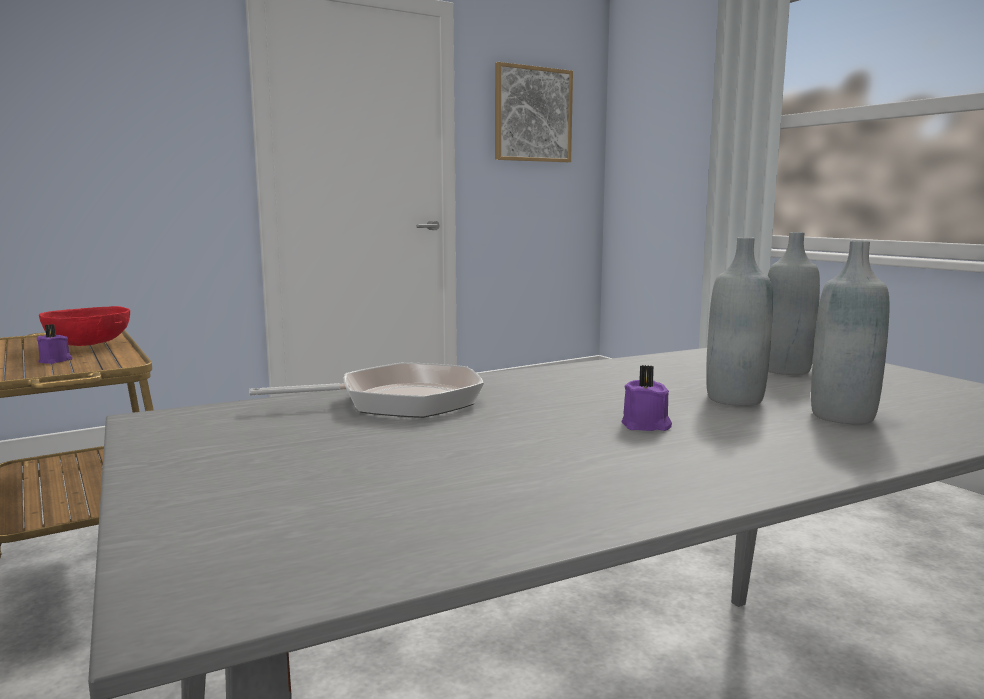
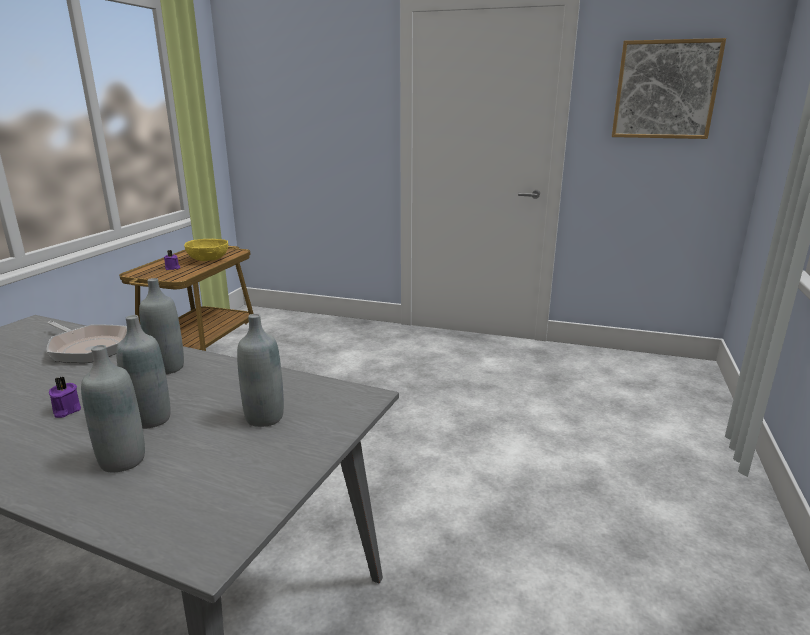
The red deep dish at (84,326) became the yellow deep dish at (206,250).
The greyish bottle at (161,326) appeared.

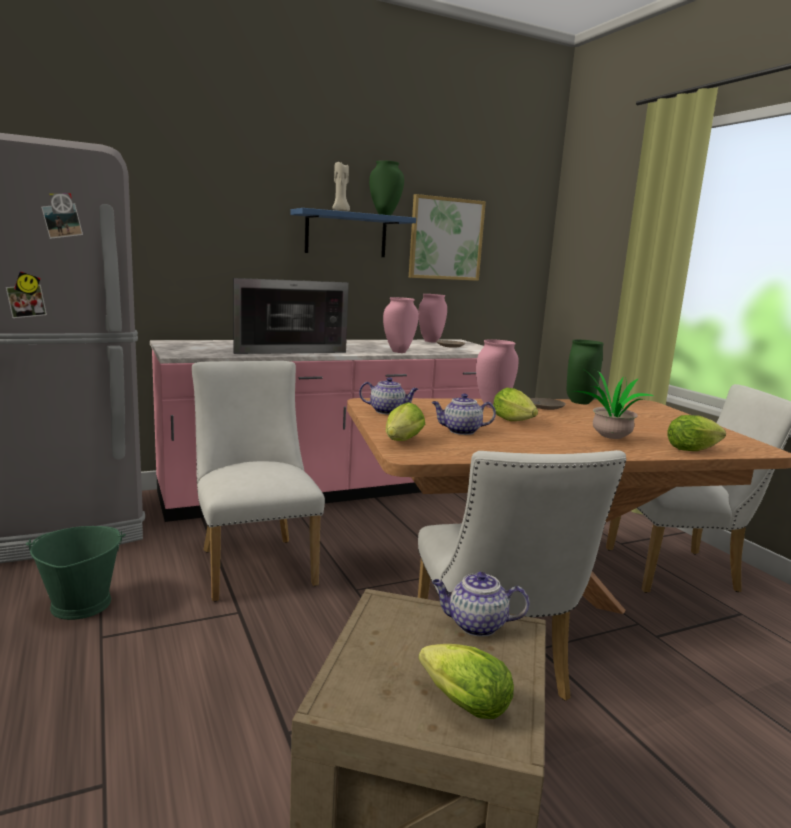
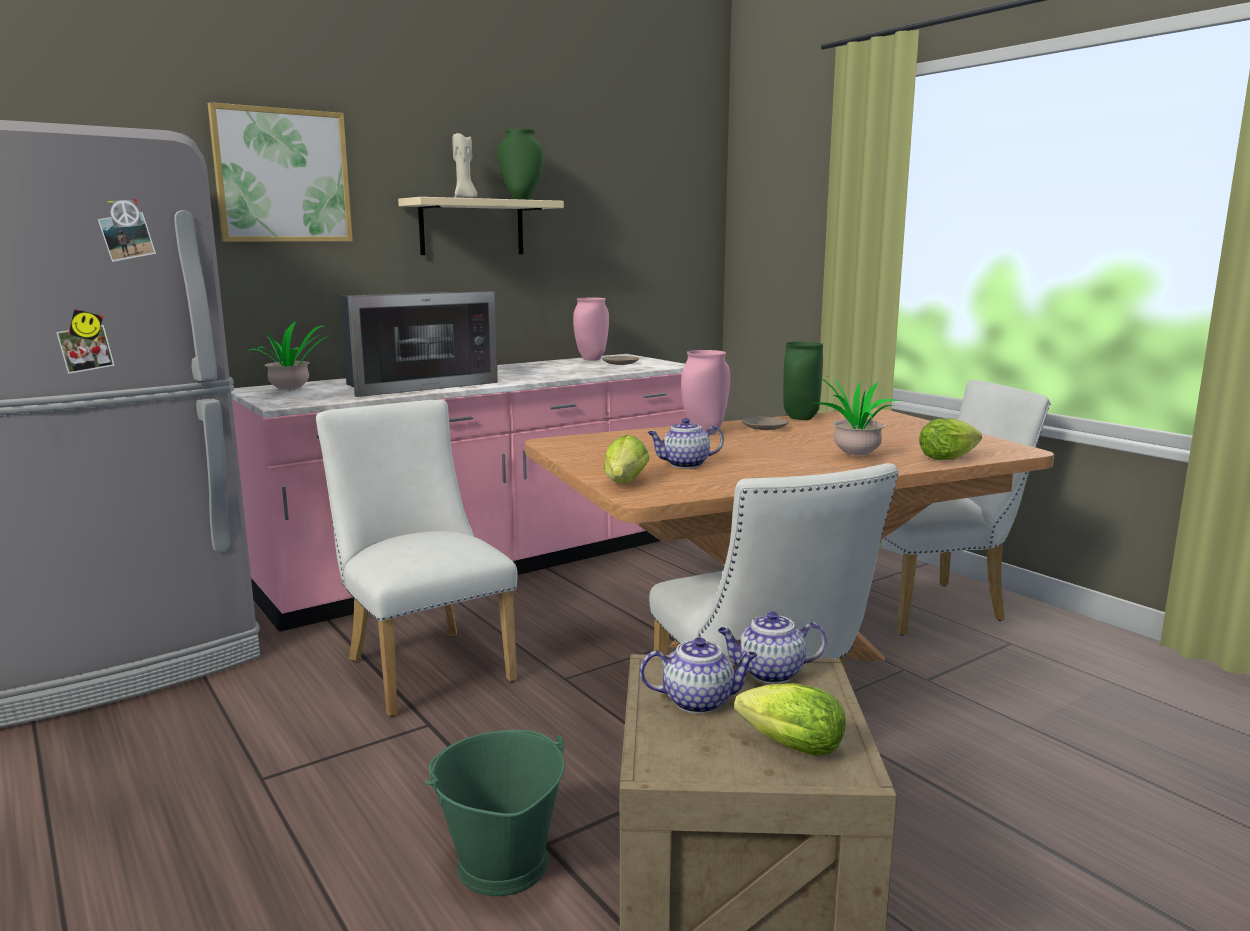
The picture moved from (447,237) to (280,172).
The bluish shelf at (353,232) became the sand-coloured shelf at (481,226).
The pink-coloured flower vase at (401,325) disappeared.
The teapot moved from (388,396) to (699,675).
The lettuce head at (515,404) disappeared.
The green-coloured bucket moved from (76,573) to (495,813).
The houseplant at (288,355) appeared.

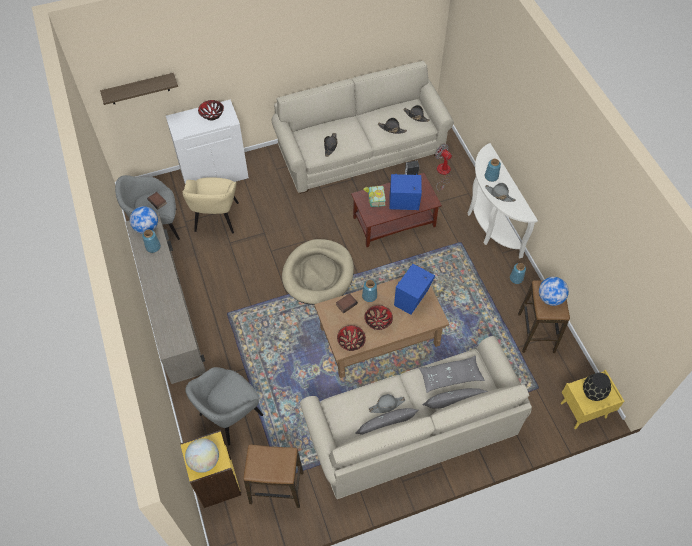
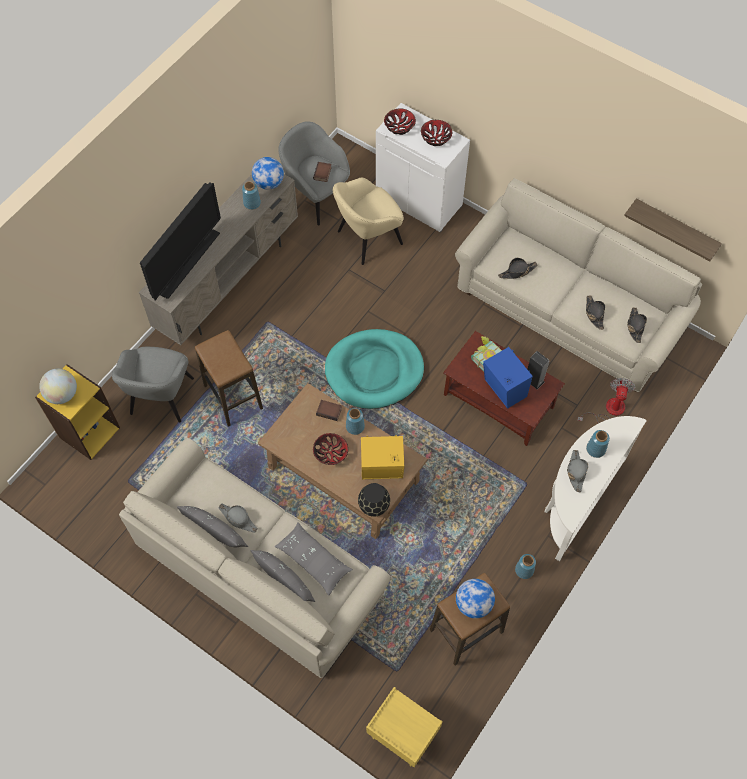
The shelf moved from (139,89) to (673,230).
The sand-coloured pet bed at (318,272) became the turquoise-coloured pet bed at (374,369).
The bluish loudspeaker at (414,289) became the yellow loudspeaker at (382,457).
The deep dish moved from (351,338) to (400,121).
The greyish lounge chair at (224,406) turned 90 degrees counterclockwise.
The blackish flower vase moved from (597,387) to (374,500).
The sitting stool moved from (273,476) to (229,378).
The TV set at (180,241) appeared.

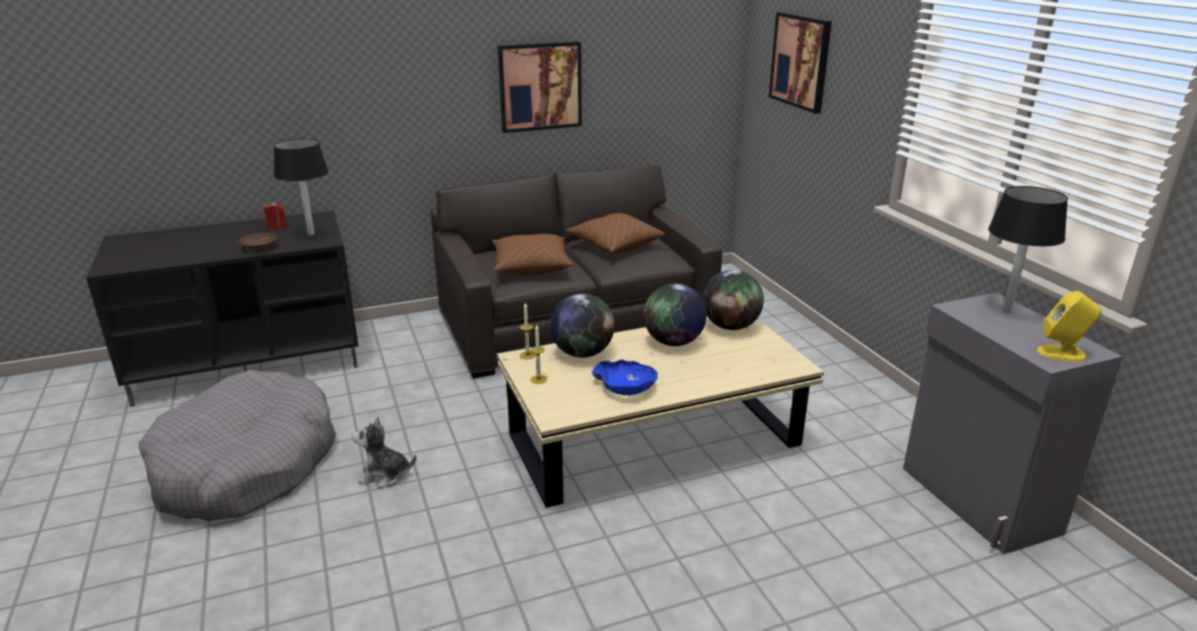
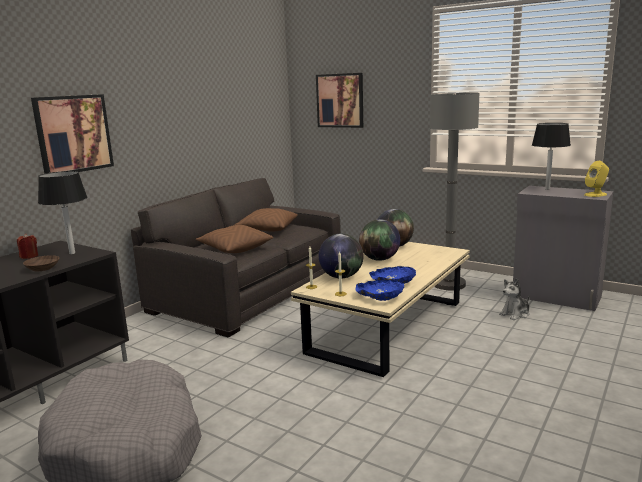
The picture moved from (539,87) to (72,134).
The soft toy moved from (384,452) to (514,299).
The greyish standard lamp at (454,191) appeared.
The bluish deep dish at (379,290) appeared.

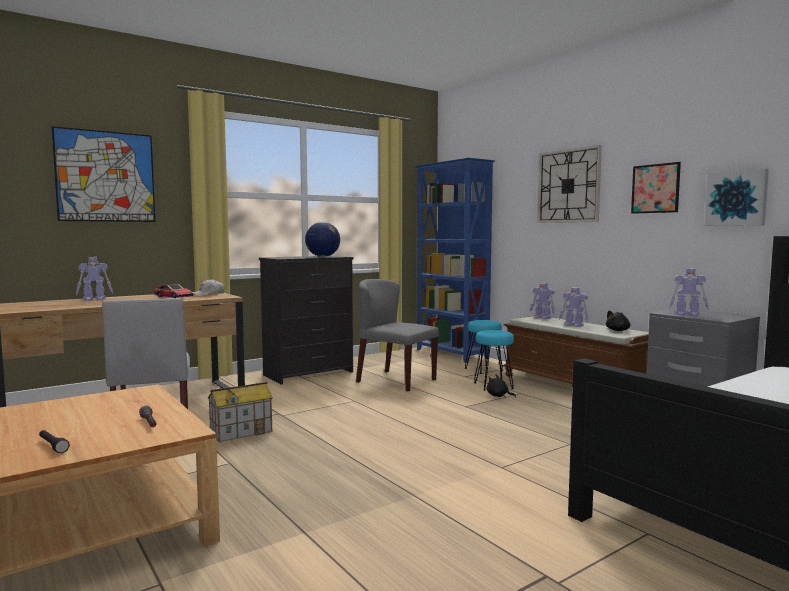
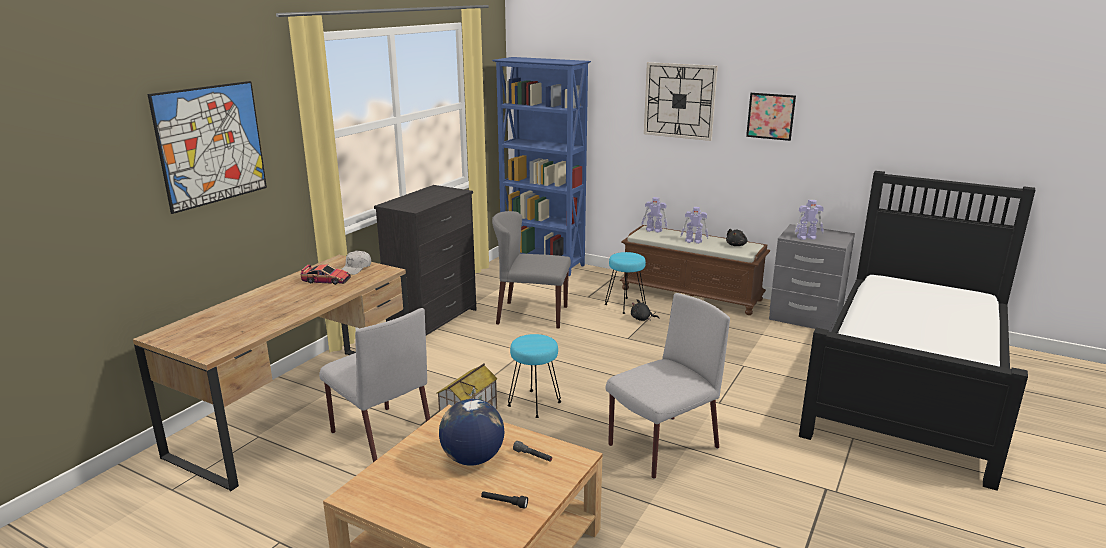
The picture at (737,197) disappeared.
The globe moved from (322,239) to (471,432).
The robot figure at (94,279) disappeared.
The turquoise-coloured sitting stool moved from (484,347) to (534,376).
The greyish chair at (668,386) appeared.

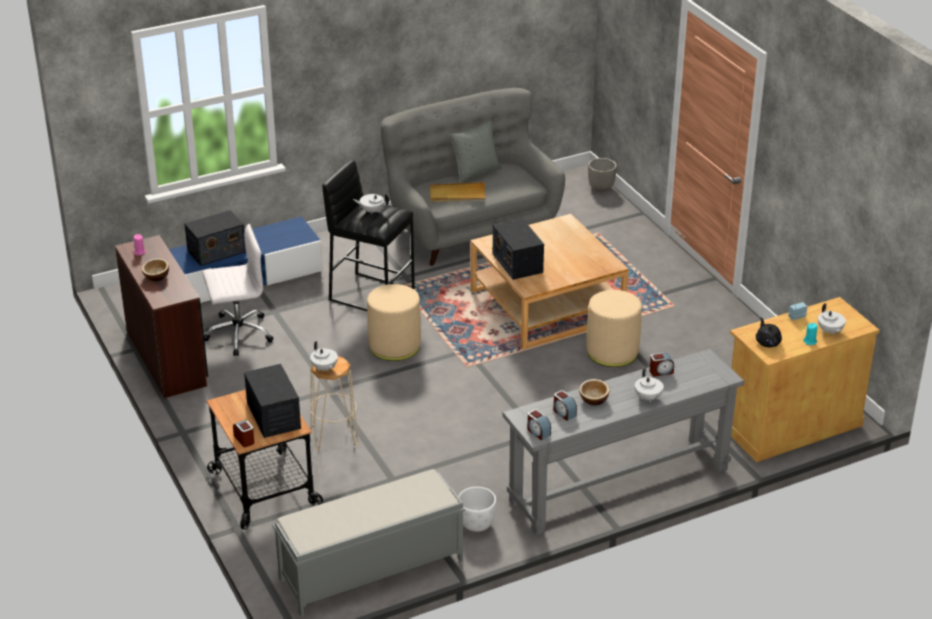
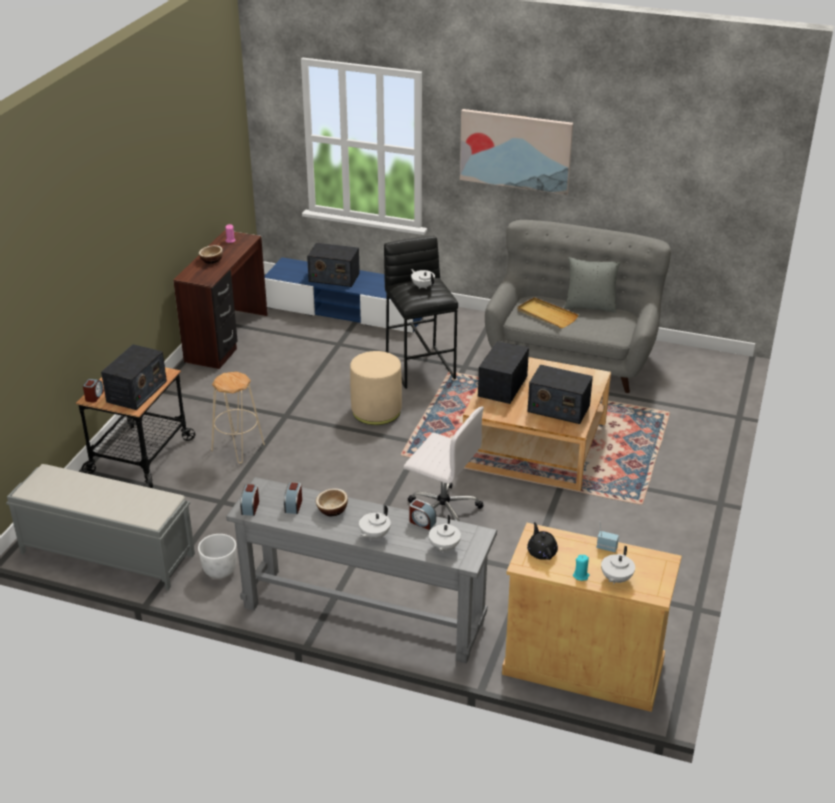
The planter at (602,174) disappeared.
The white computer chair moved from (237,290) to (443,463).
The sand-coloured pouffe at (614,328) disappeared.
The blackish teapot at (769,332) turned 45 degrees counterclockwise.
The white teapot moved from (324,356) to (445,534).
The picture at (516,152) appeared.
The radio set at (560,394) appeared.

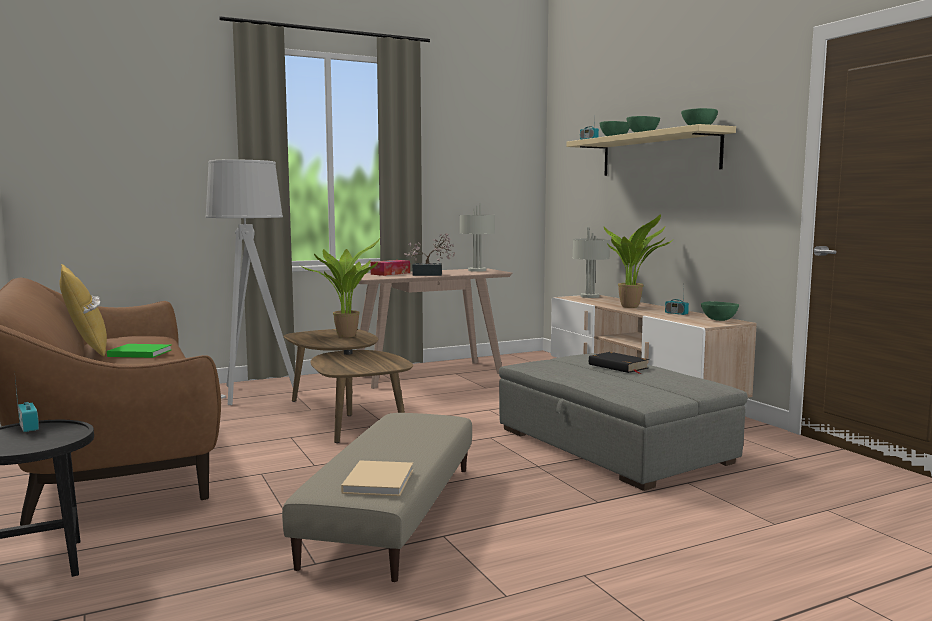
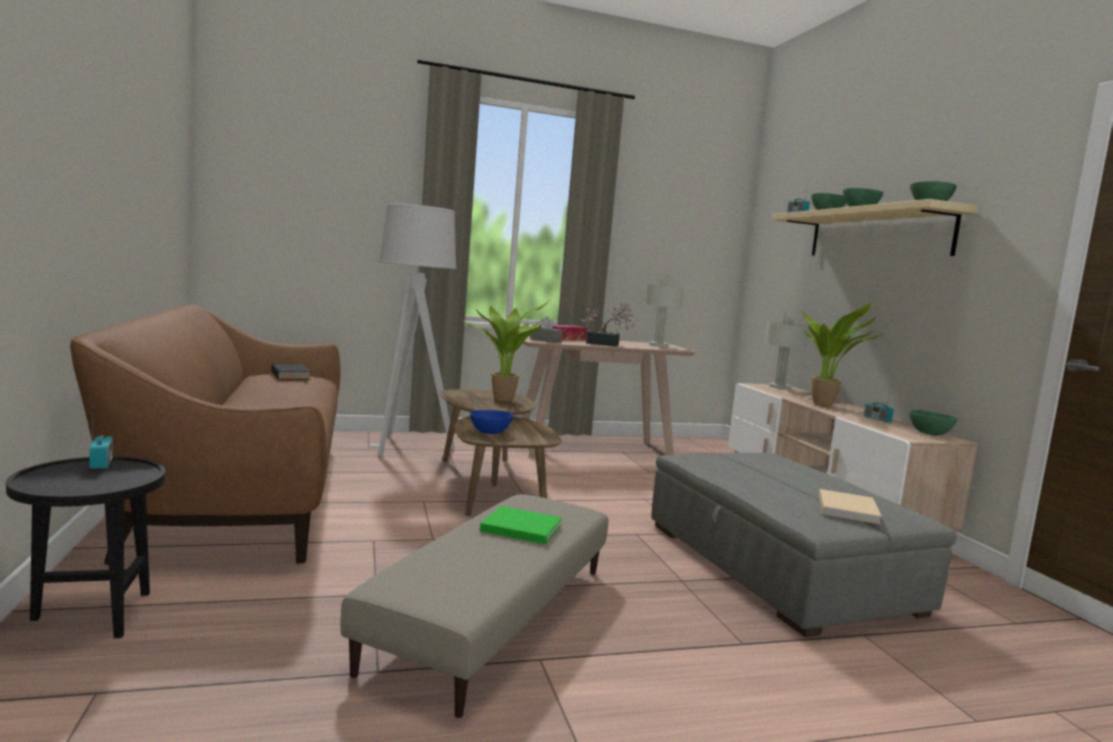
The yellow pillow at (83,310) disappeared.
The green-coloured volume moved from (139,351) to (521,525).
The blackish volume moved from (619,363) to (291,373).
The sand-coloured volume moved from (377,478) to (850,506).
The greyish tissue holder at (546,329) appeared.
The bluish deep dish at (491,422) appeared.

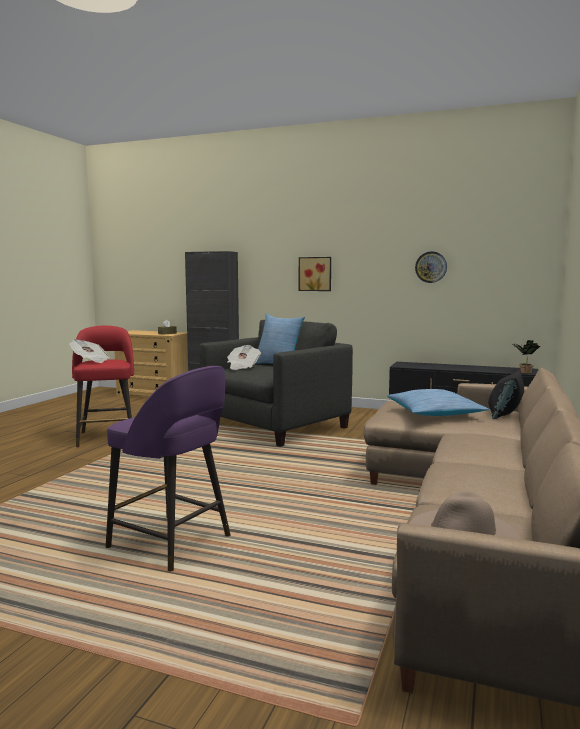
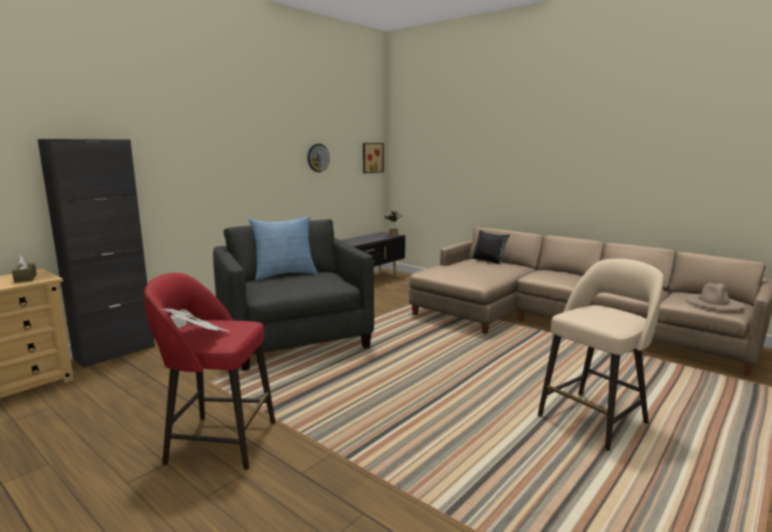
The picture moved from (315,274) to (373,158).
The newspaper at (244,357) disappeared.
The purple sitting stool at (168,469) became the sand-coloured sitting stool at (601,355).
The pillow at (438,402) disappeared.

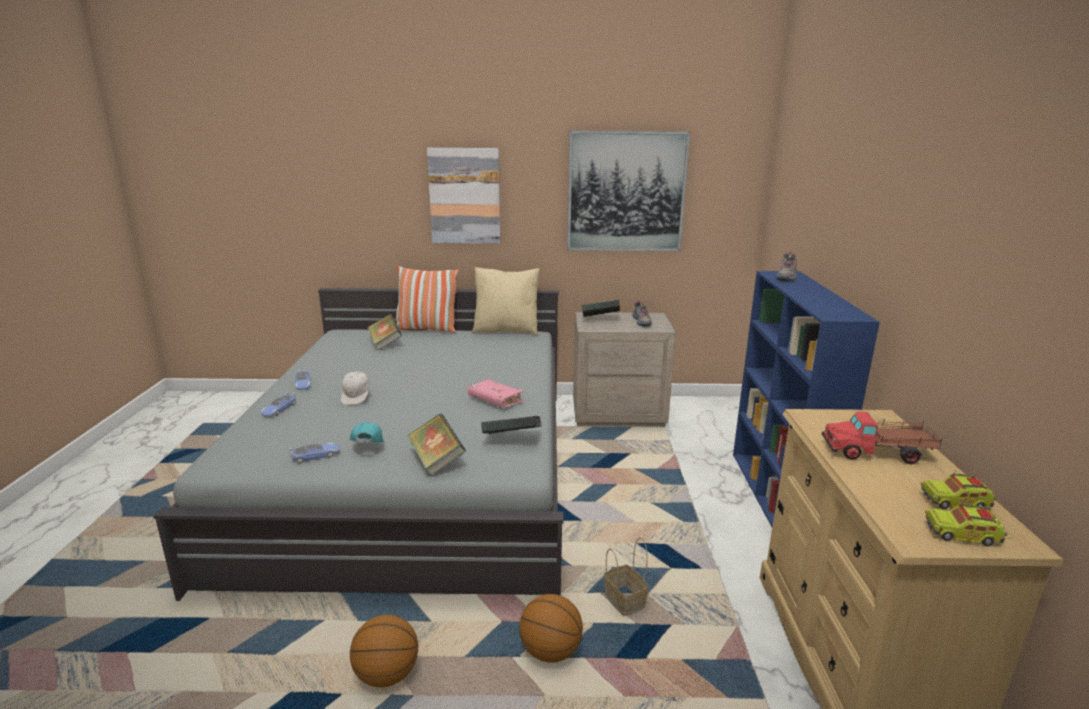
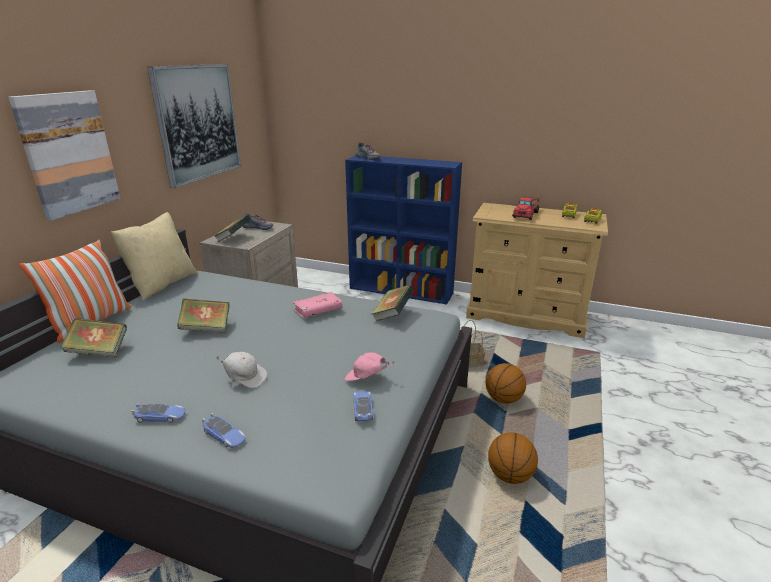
The volume moved from (436,445) to (203,316).
The turquoise-coloured baseball cap at (366,433) became the pink-coloured baseball cap at (370,366).

